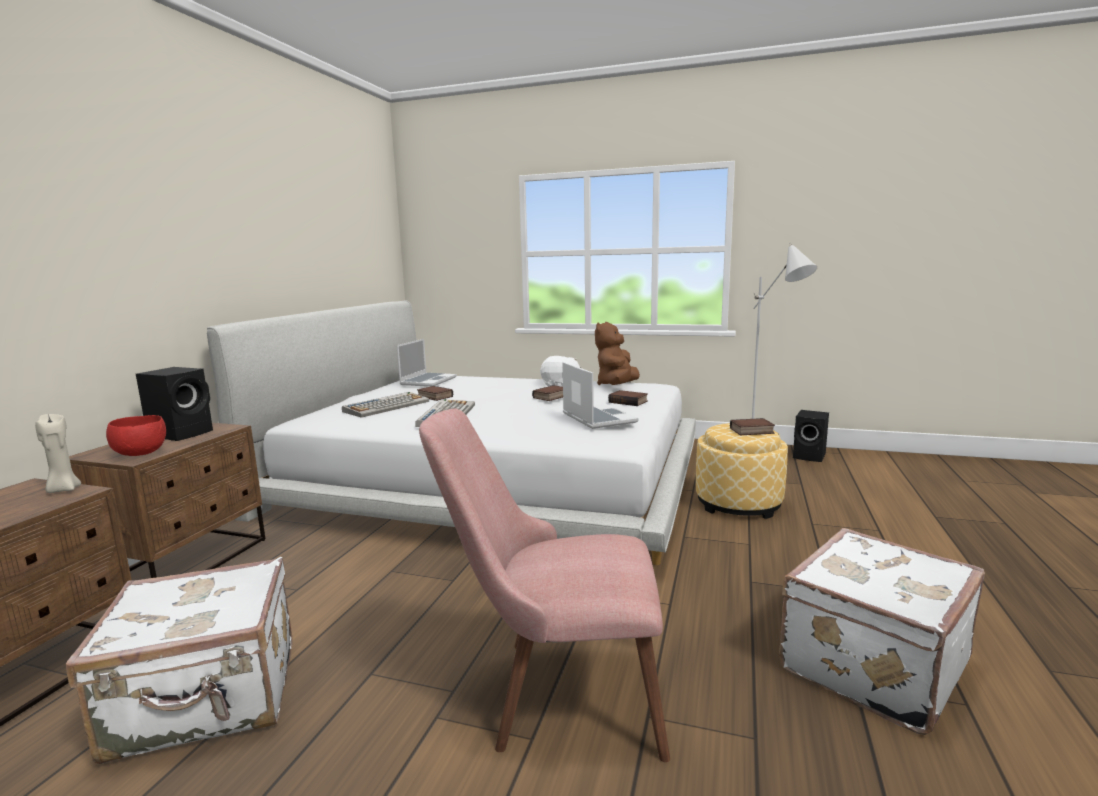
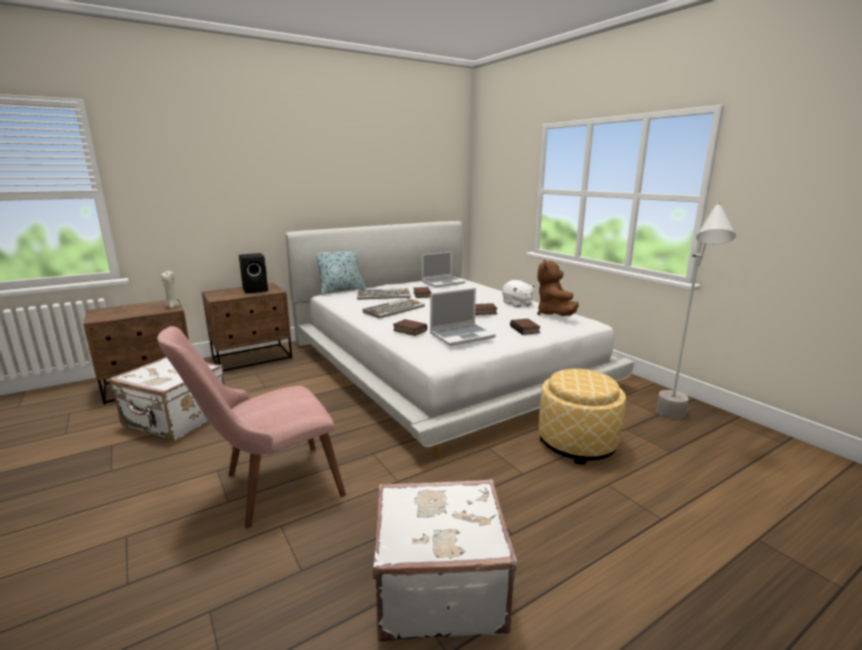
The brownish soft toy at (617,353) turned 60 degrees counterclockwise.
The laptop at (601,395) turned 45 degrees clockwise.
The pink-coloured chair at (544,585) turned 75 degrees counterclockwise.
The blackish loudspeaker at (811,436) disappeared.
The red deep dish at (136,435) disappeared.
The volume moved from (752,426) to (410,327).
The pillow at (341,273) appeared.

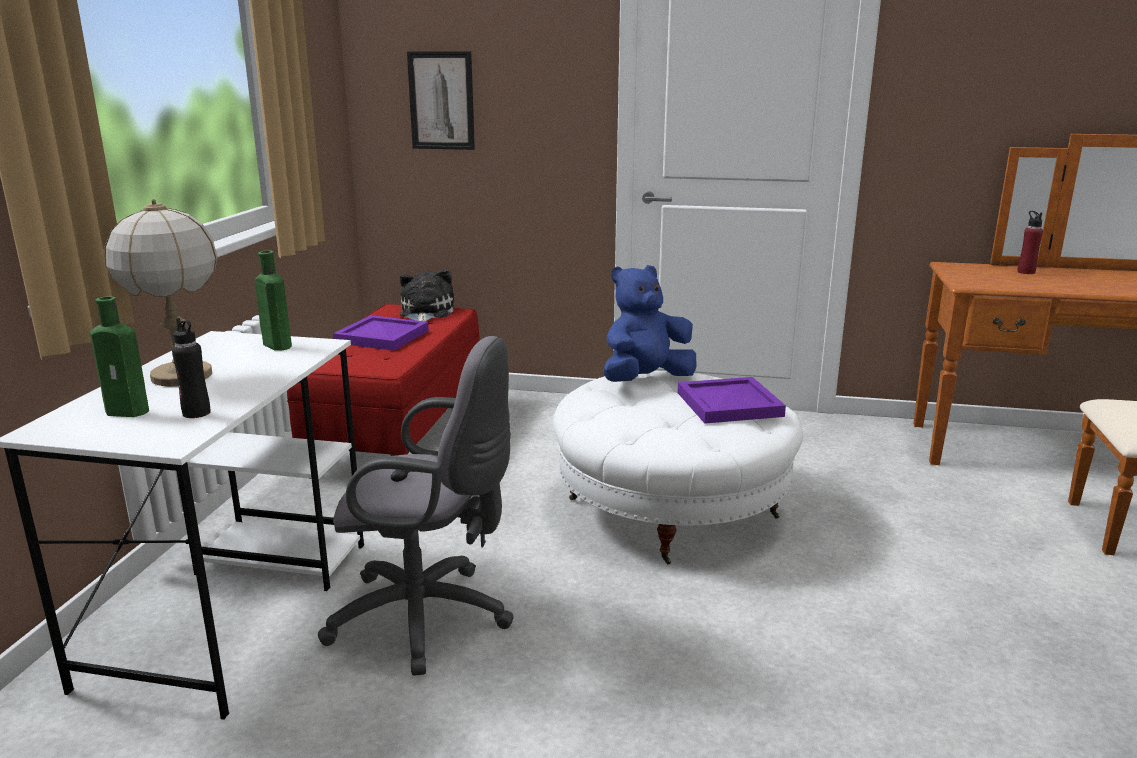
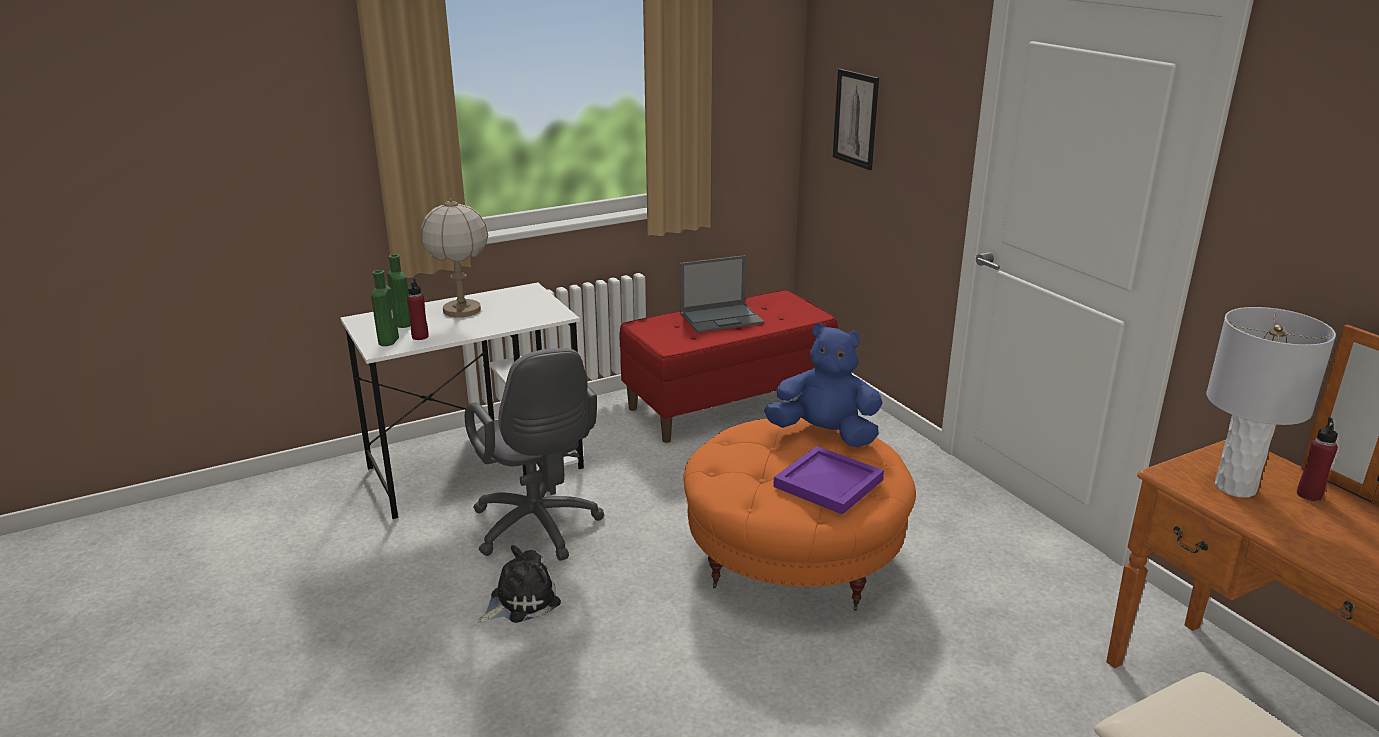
The green-coloured bottle moved from (273,301) to (385,308).
The soft toy moved from (427,295) to (519,584).
The purple tray at (381,333) was replaced by the laptop at (722,294).
The blackish bottle at (191,368) became the red bottle at (418,309).
The white pouffe at (678,467) became the orange pouffe at (800,514).
The greyish lamp for a table at (1271,402) appeared.

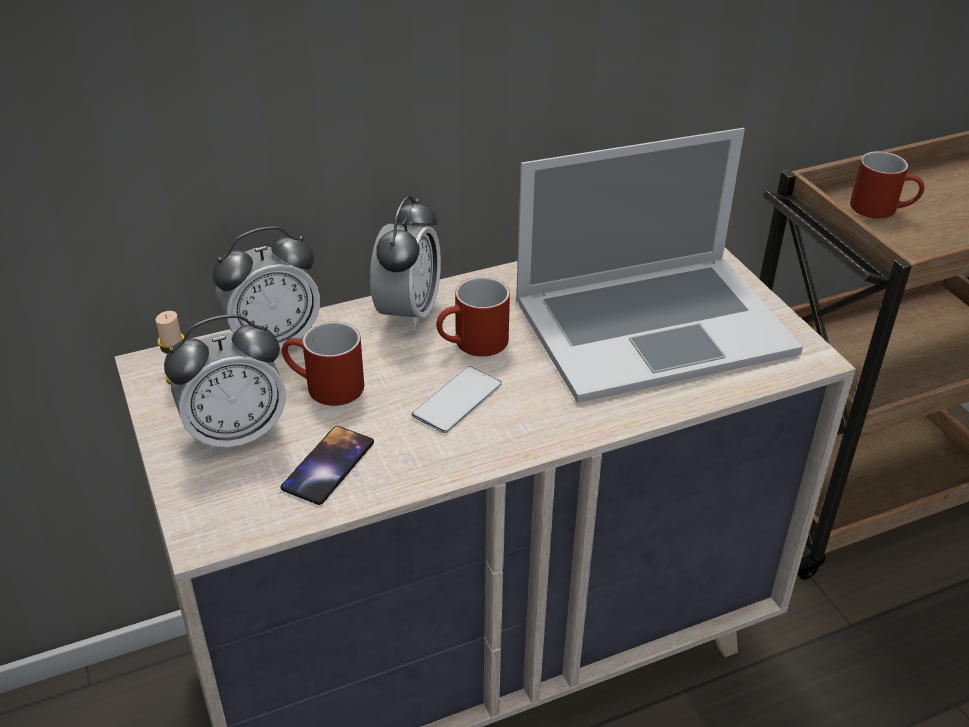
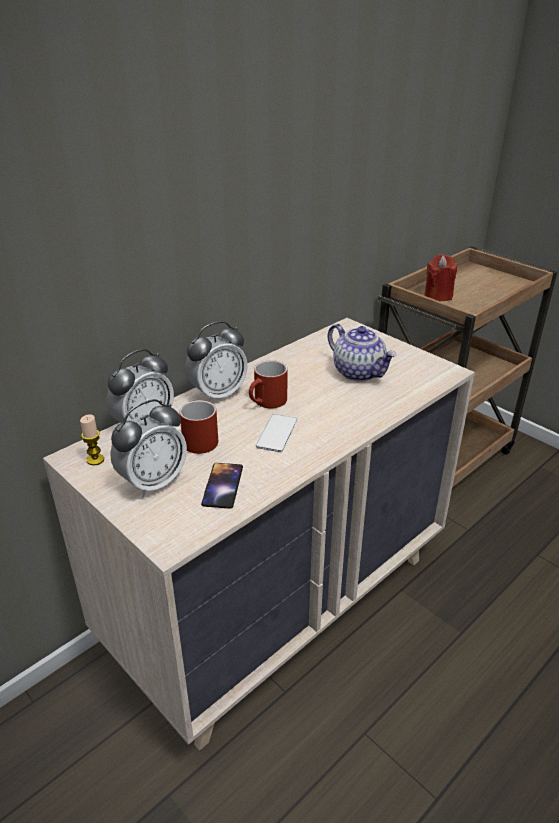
The laptop at (659,265) was replaced by the teapot at (362,352).
The red mug at (887,184) was replaced by the red wax light at (440,277).
The alarm clock at (405,263) turned 60 degrees clockwise.

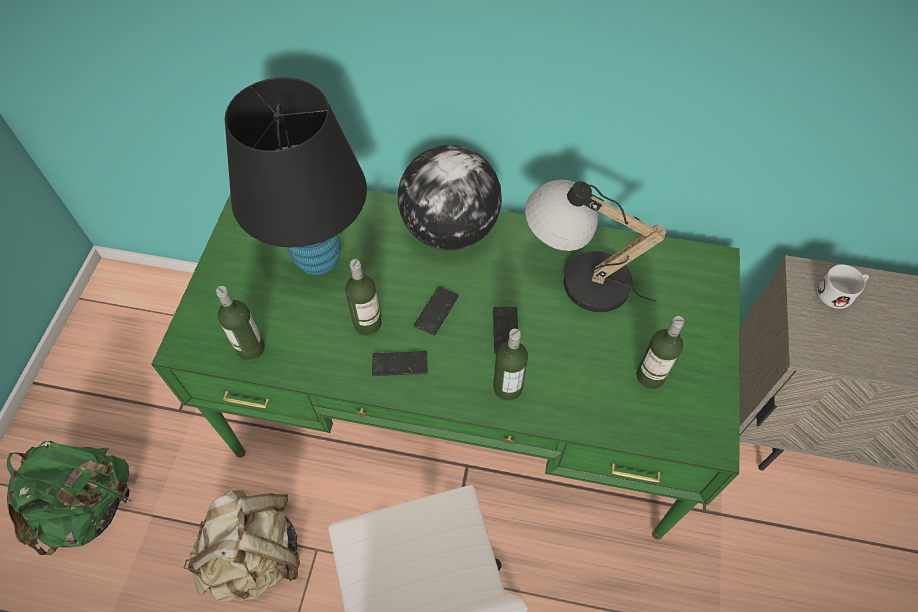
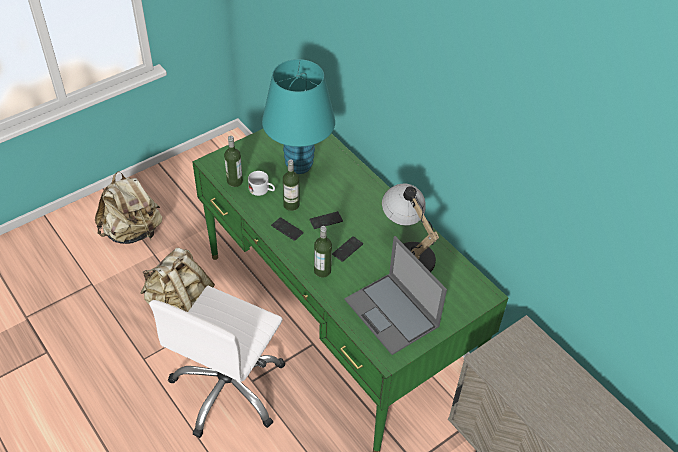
The blackish lamp for a table at (296,176) became the turquoise-coloured lamp for a table at (298,116).
The globe at (450,197) disappeared.
The white mug moved from (843,287) to (261,183).
The bottle at (660,352) was replaced by the laptop at (395,295).
The green-coloured backpack at (69,498) became the sand-coloured backpack at (128,207).

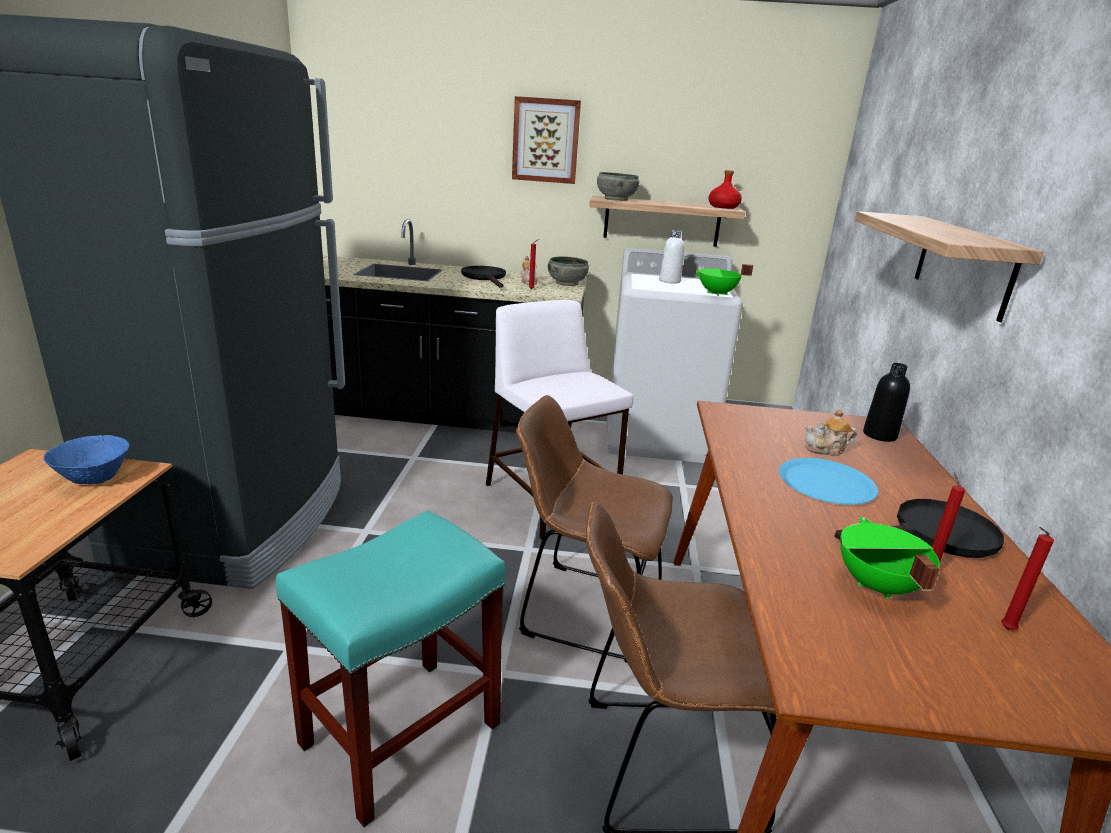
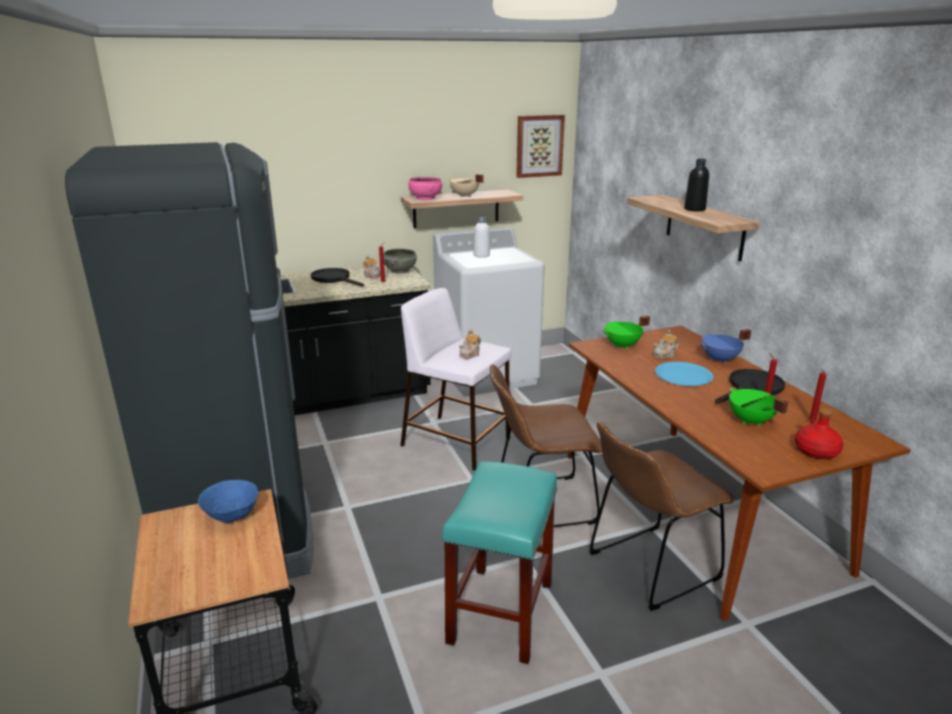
The picture moved from (546,140) to (540,146).
The red bottle moved from (725,189) to (819,433).
The greyish deep dish at (618,186) became the pink-coloured deep dish at (425,188).
The green-coloured saucepot moved from (723,280) to (626,332).
The blackish bottle moved from (886,402) to (696,185).
The sand-coloured saucepot at (466,185) appeared.
The bluish saucepot at (725,346) appeared.
The teapot at (470,344) appeared.

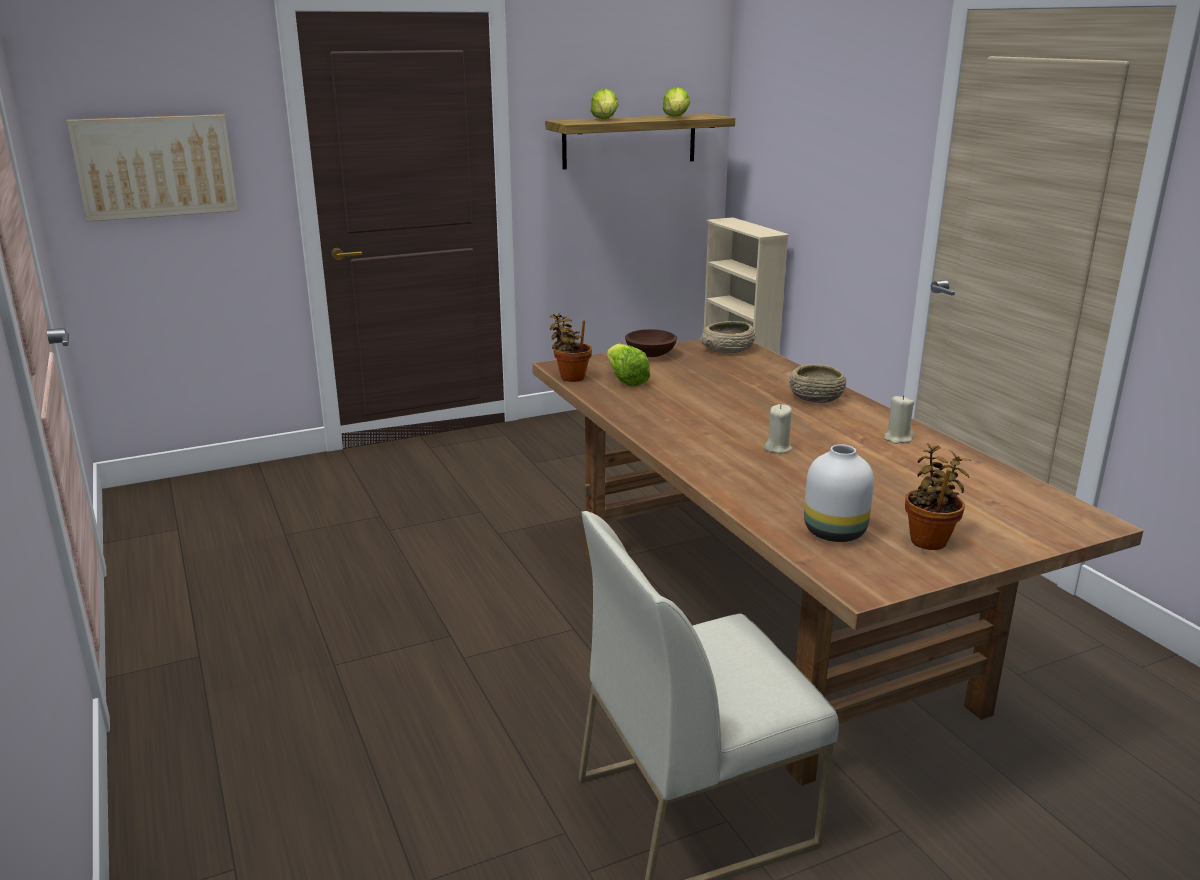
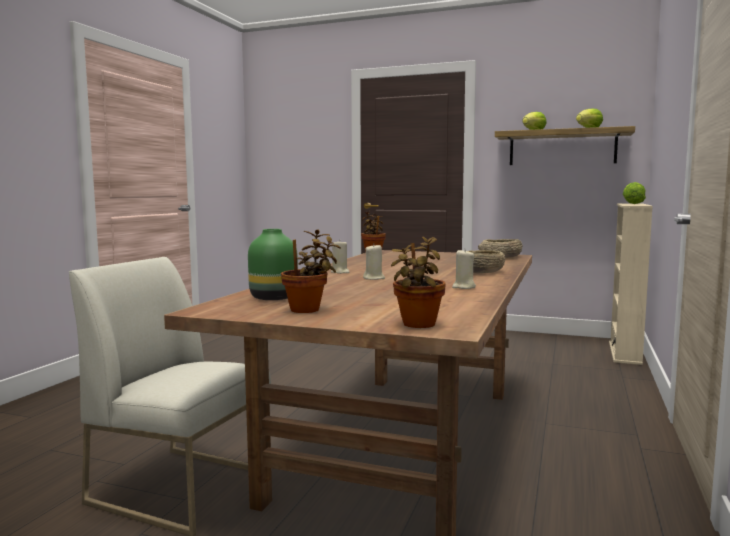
The picture at (152,168) disappeared.
The brownish deep dish at (651,343) disappeared.
The lettuce head moved from (628,365) to (634,193).
The white flower vase at (839,493) became the green-coloured flower vase at (273,264).
The houseplant at (418,282) appeared.
The sand-coloured wax light at (340,257) appeared.

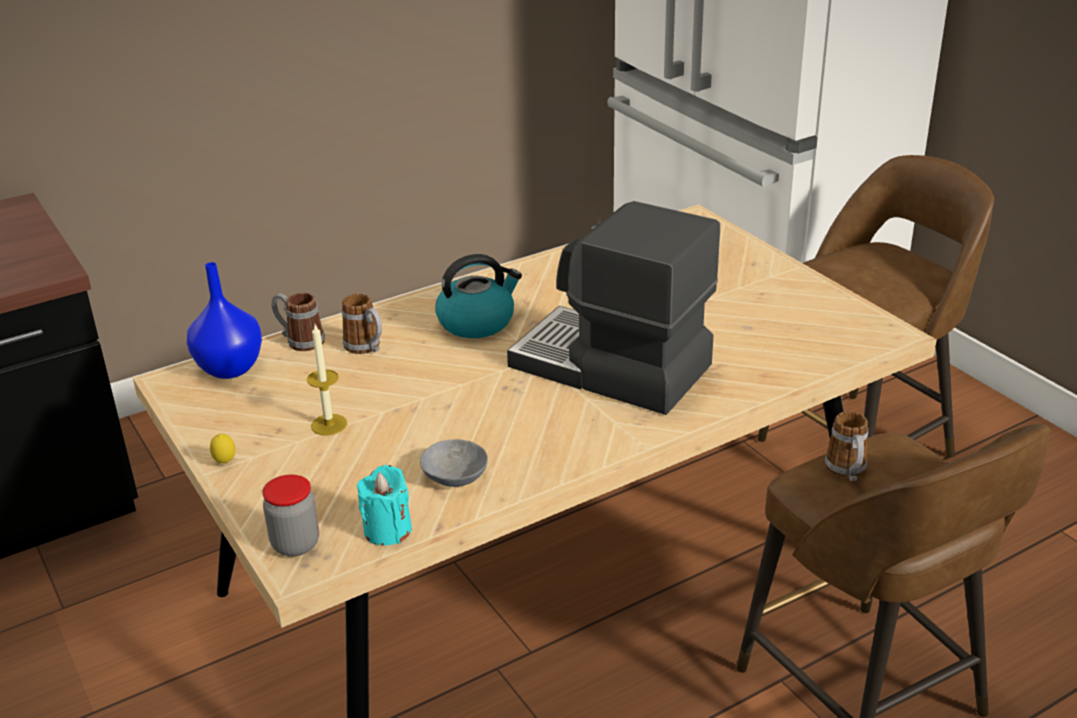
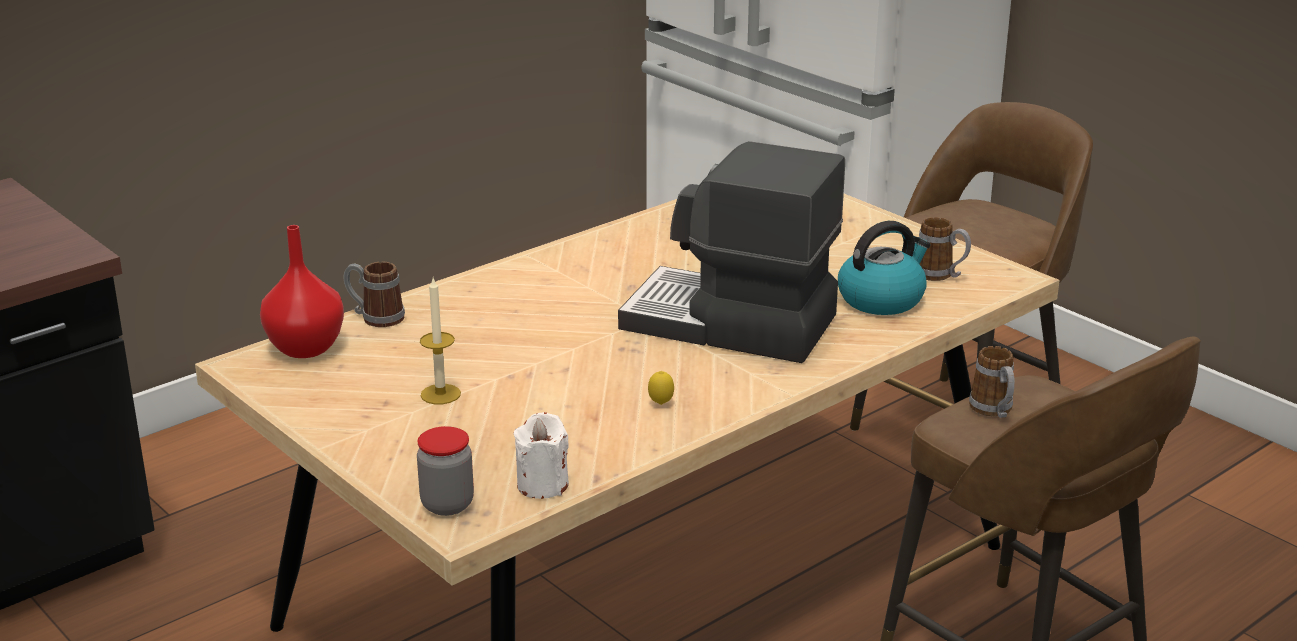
The water kettle moved from (478,296) to (884,268).
The bluish flower vase at (224,320) became the red flower vase at (302,291).
The mug moved from (362,323) to (945,249).
The citrus fruit moved from (222,449) to (661,388).
The greyish deep dish at (454,463) disappeared.
The turquoise-coloured wax light at (384,505) became the white wax light at (541,455).

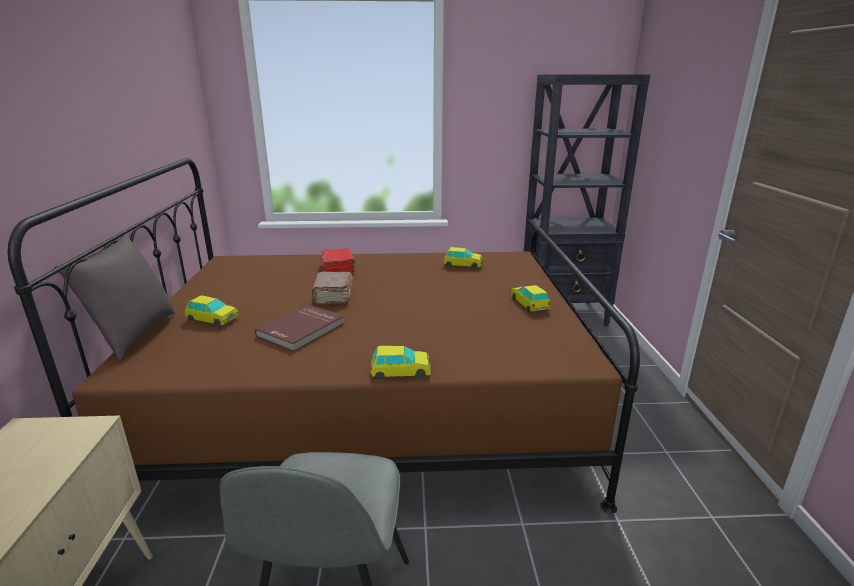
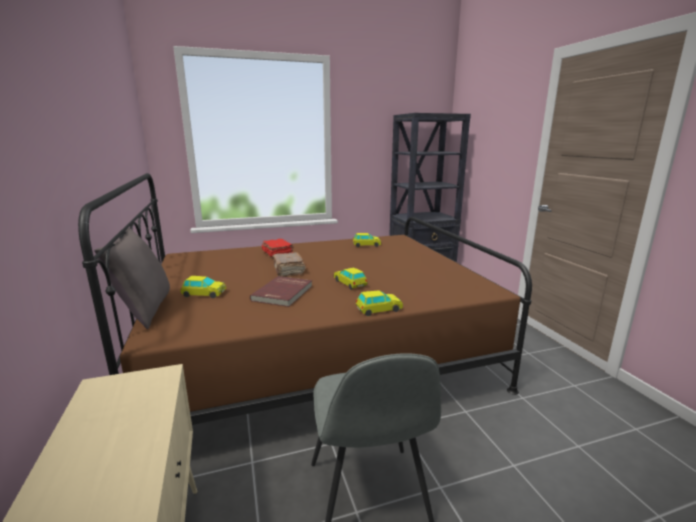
The miniature car moved from (531,299) to (351,278).

